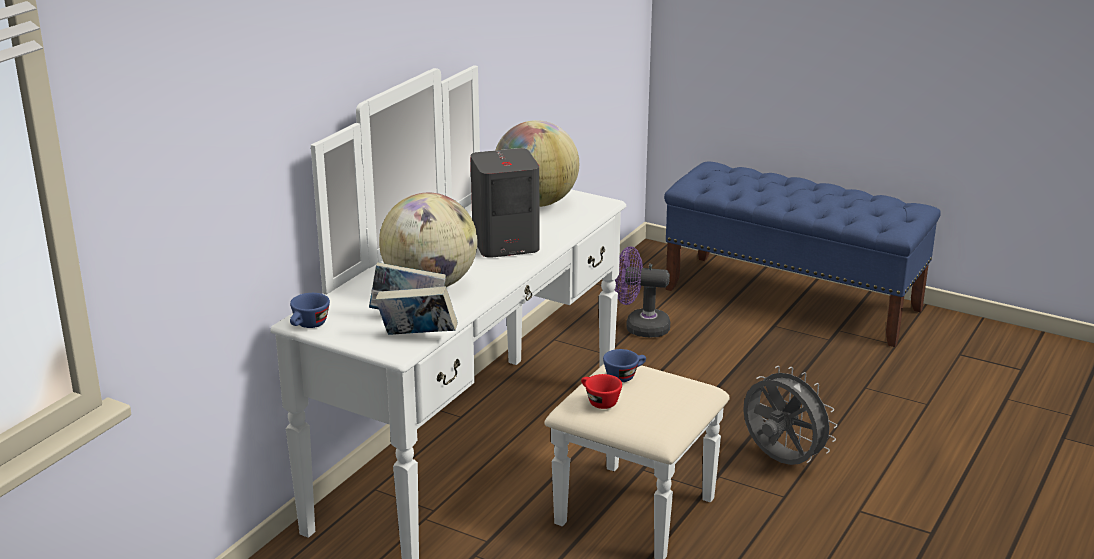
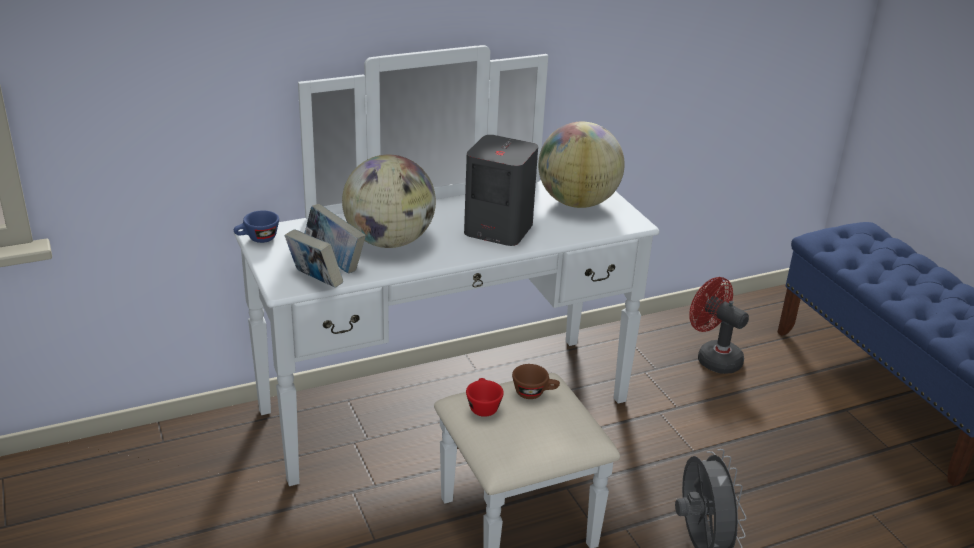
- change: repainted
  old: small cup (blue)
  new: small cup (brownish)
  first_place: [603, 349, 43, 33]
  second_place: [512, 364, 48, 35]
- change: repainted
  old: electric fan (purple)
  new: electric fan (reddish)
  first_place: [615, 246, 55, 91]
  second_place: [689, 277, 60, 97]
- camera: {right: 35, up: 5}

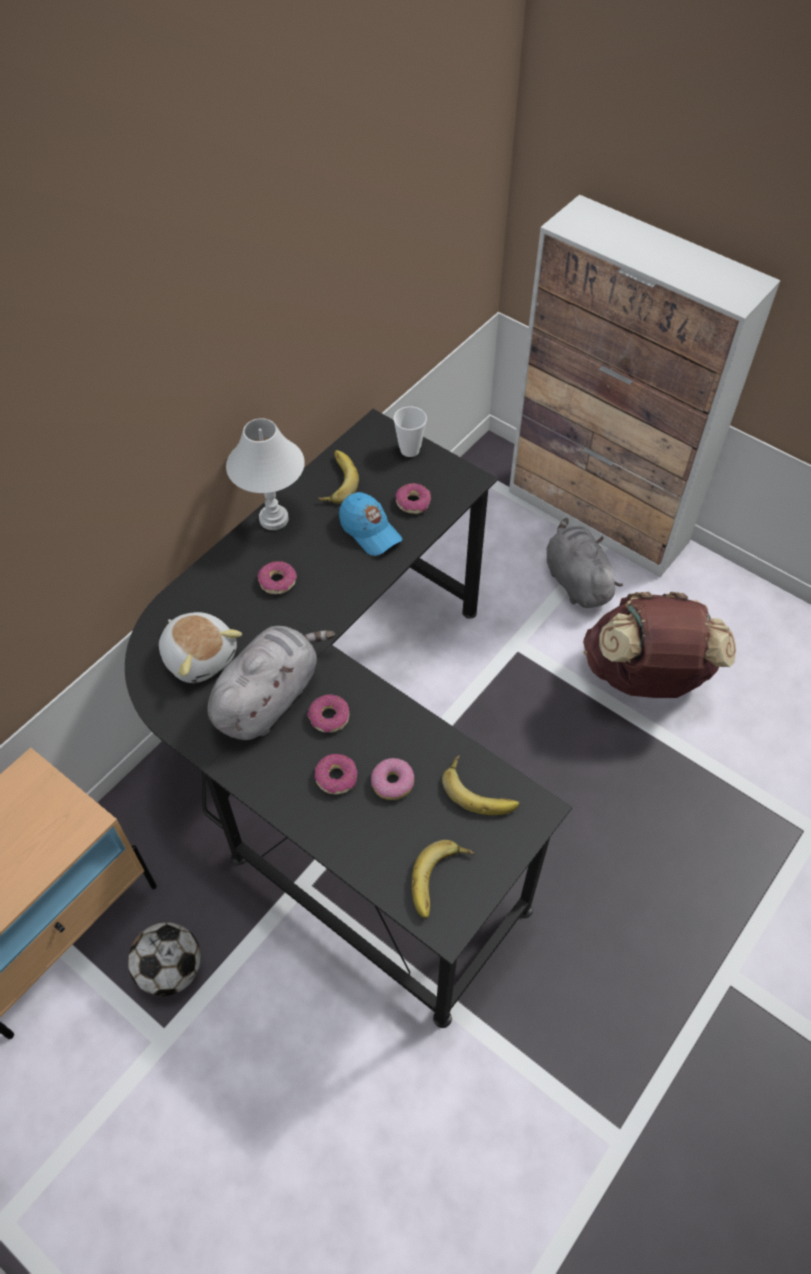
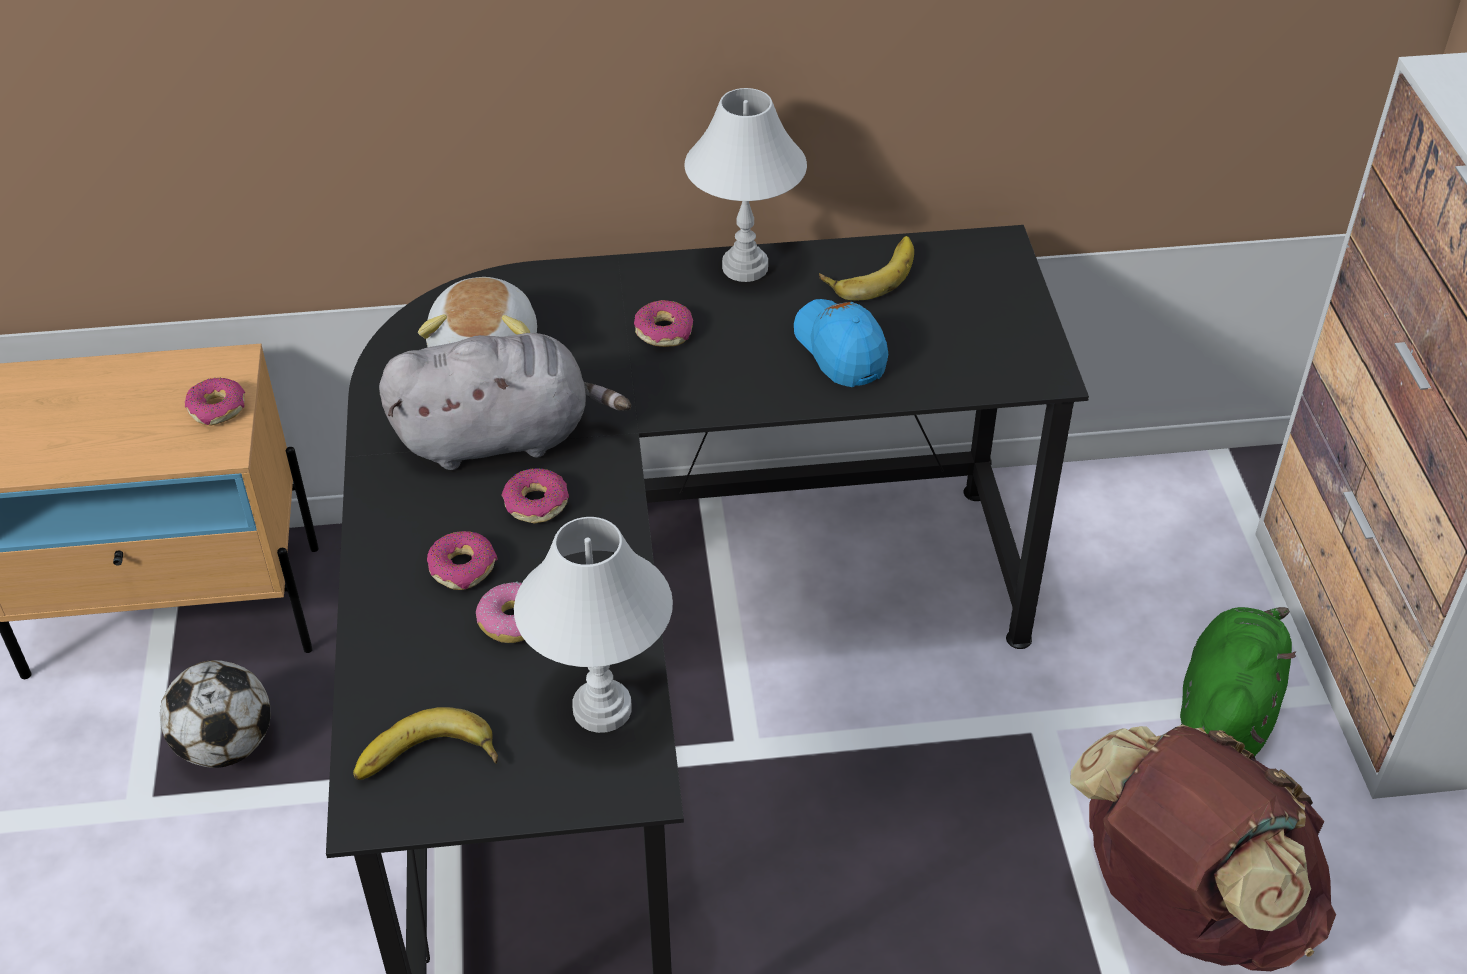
- change: gone
  old: small cup
  first_place: [393, 406, 34, 51]
- change: shifted
  old: donut
  first_place: [396, 483, 35, 31]
  second_place: [185, 378, 60, 47]
- change: swapped
  old: banana
  new: tabletop lamp (whitish)
  first_place: [442, 755, 78, 60]
  second_place: [514, 517, 159, 216]
- change: repainted
  old: cuddly toy (gray)
  new: cuddly toy (green)
  first_place: [546, 518, 77, 90]
  second_place: [1180, 607, 116, 149]
- change: rotated
  old: cap (blue)
  first_place: [339, 492, 63, 64]
  second_place: [794, 299, 94, 88]
  degrees: 150
- camera: {right: 45, up: -10}

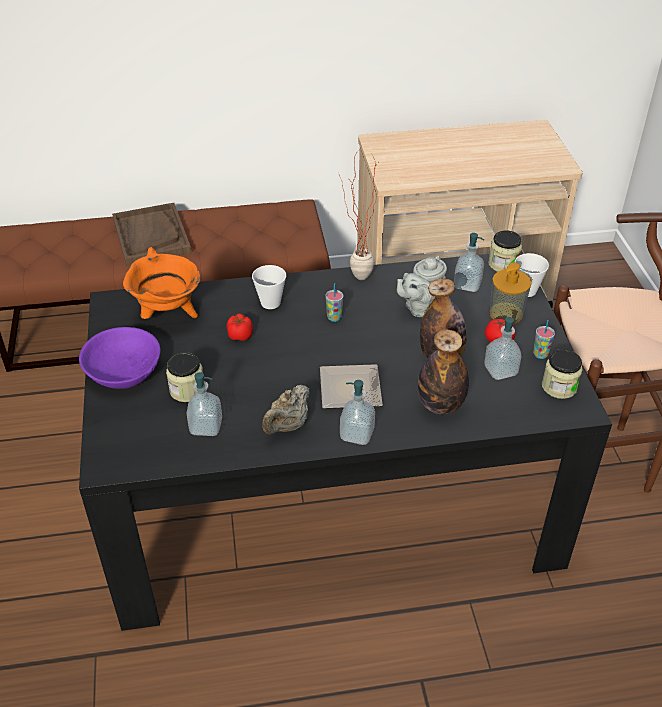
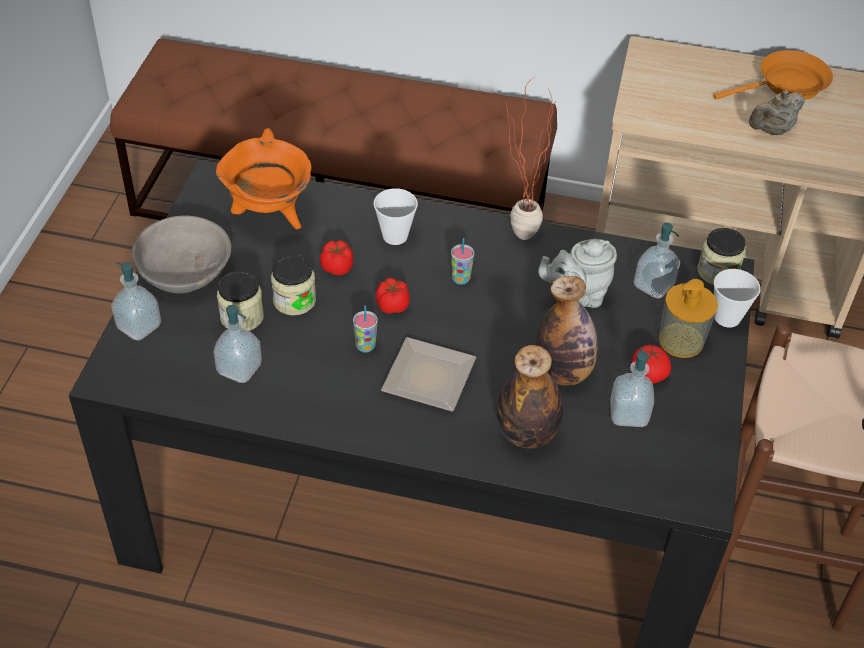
- change: gone
  old: serving tray (brownish)
  first_place: [112, 203, 79, 63]
- change: new
  new: tomato
  second_place: [376, 278, 34, 36]
- change: new
  new: pan (orange)
  second_place: [714, 50, 119, 50]
- change: shifted
  old: teapot (beige-coloured)
  first_place: [262, 385, 48, 49]
  second_place: [749, 91, 56, 44]
- change: shifted
  old: liquid soap bottle
  first_place: [340, 380, 35, 65]
  second_place: [111, 262, 50, 79]
- change: shifted
  old: small cup
  first_place: [533, 320, 22, 39]
  second_place: [353, 305, 25, 48]
- change: shifted
  old: jar
  first_place: [542, 349, 40, 50]
  second_place: [271, 255, 45, 60]
- change: repainted
  old: bowl (purple)
  new: bowl (gray)
  first_place: [79, 327, 81, 62]
  second_place: [131, 216, 100, 78]
- camera: {right: 20, up: 5}

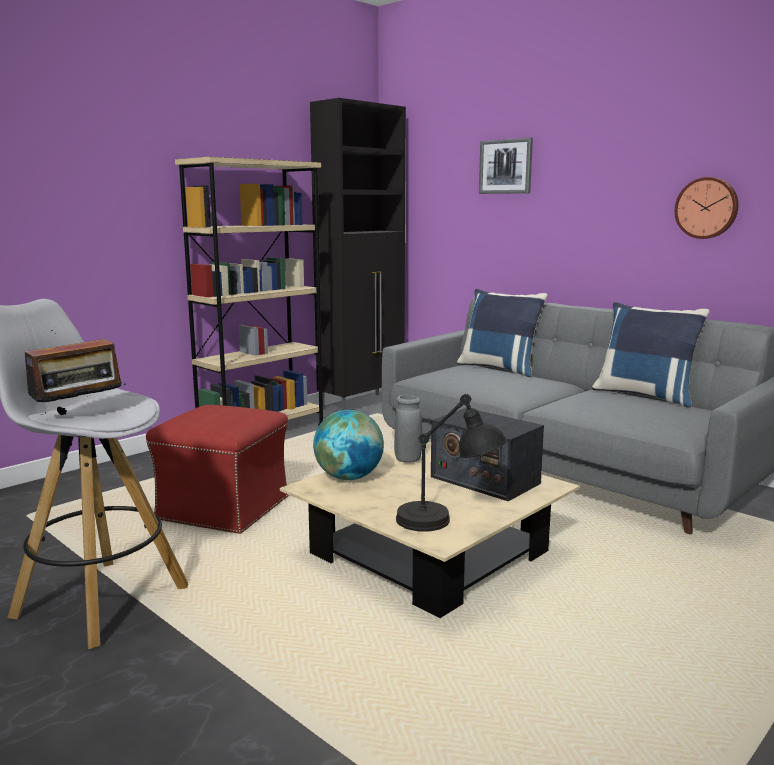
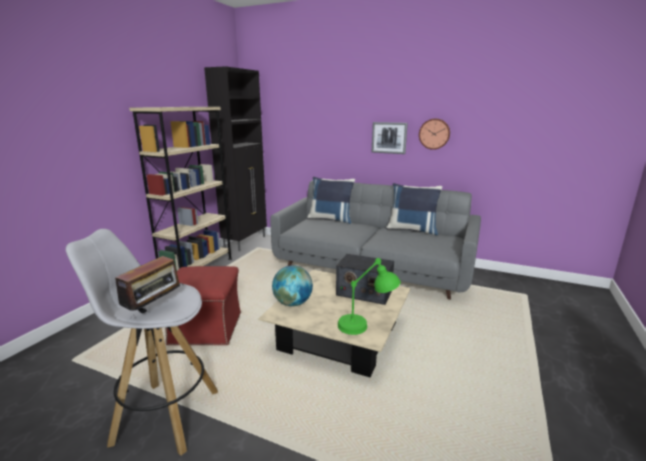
- change: gone
  old: flower vase (gray)
  first_place: [394, 395, 28, 68]
- change: shifted
  old: wall art
  first_place: [479, 138, 54, 56]
  second_place: [372, 122, 36, 32]
- change: repainted
  old: tabletop lamp (blackish)
  new: tabletop lamp (green)
  first_place: [396, 394, 111, 138]
  second_place: [338, 258, 63, 77]
- camera: {right: -20, up: 5}

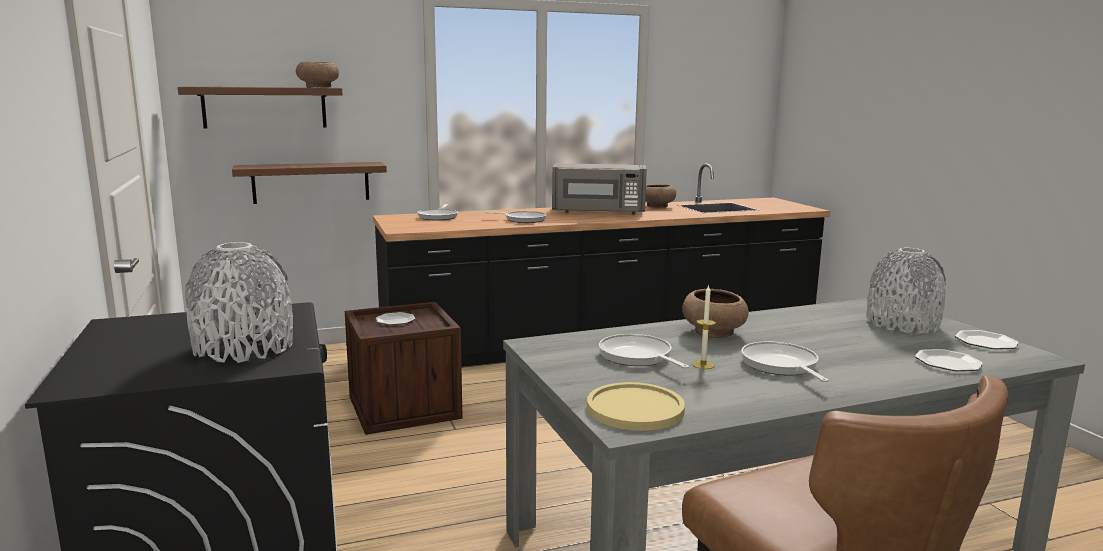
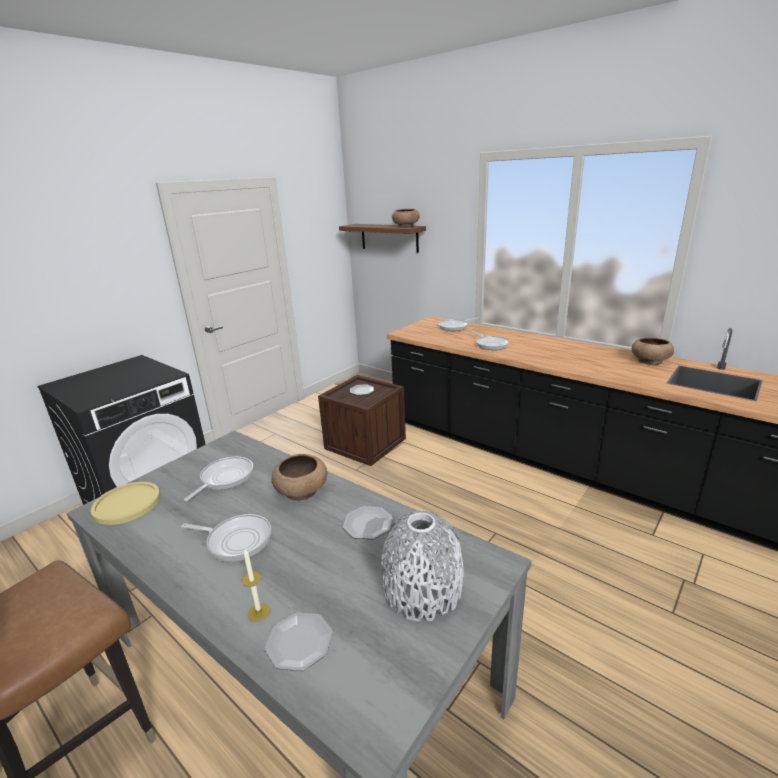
- change: gone
  old: flower vase (gray)
  first_place: [185, 242, 108, 121]
- change: gone
  old: bracket shelf (brownish)
  first_place: [232, 162, 155, 42]
- change: gone
  old: microwave (gray)
  first_place: [552, 163, 95, 52]
- change: shifted
  old: wax candle
  first_place: [692, 284, 24, 85]
  second_place: [242, 549, 28, 73]
- change: shifted
  old: flat dish
  first_place: [955, 330, 64, 19]
  second_place: [343, 506, 50, 34]
- change: rotated
  old: pan
  first_place: [741, 342, 88, 40]
  second_place: [181, 514, 90, 48]
  degrees: 60
- camera: {right: 60, up: 10}

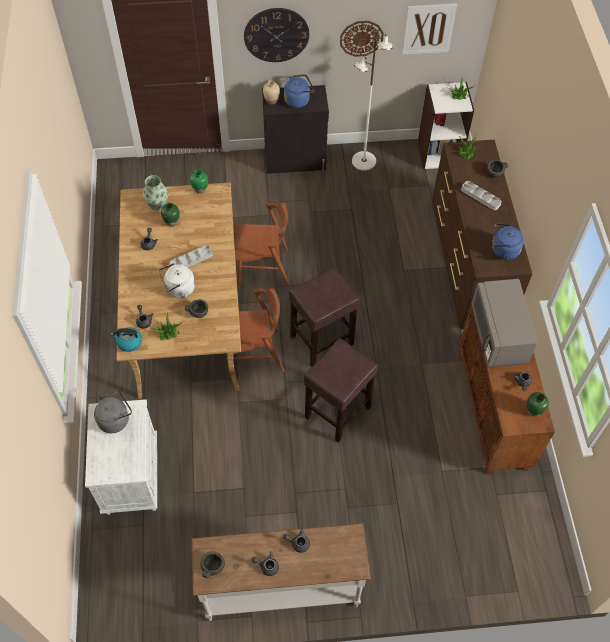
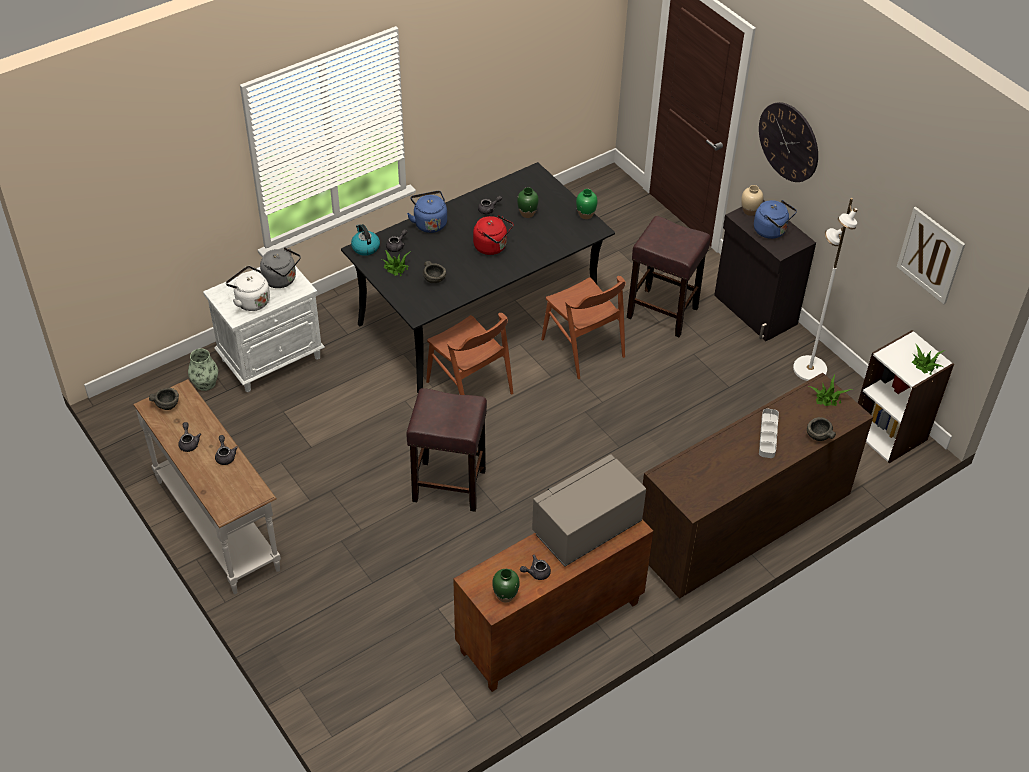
- change: gone
  old: clock on the wall
  first_place: [340, 21, 44, 36]
- change: shifted
  old: flower vase
  first_place: [143, 175, 25, 35]
  second_place: [188, 348, 30, 43]
- change: shifted
  old: kettle (whitish)
  first_place: [159, 263, 36, 35]
  second_place: [226, 266, 44, 45]
- change: shifted
  old: stool (brownish)
  first_place: [289, 267, 71, 99]
  second_place: [627, 216, 84, 121]
- change: shifted
  old: kettle (blue)
  first_place: [492, 223, 32, 37]
  second_place: [407, 191, 40, 42]
- change: swapped
  old: serving tray (gray)
  new: kettle (reddish)
  first_place: [170, 245, 43, 22]
  second_place: [473, 215, 41, 40]
- change: repainted
  old: dining table (beige-coloured)
  new: dining table (blackish)
  first_place: [116, 183, 125, 216]
  second_place: [341, 162, 274, 231]
- camera: {right: 60, up: -10}

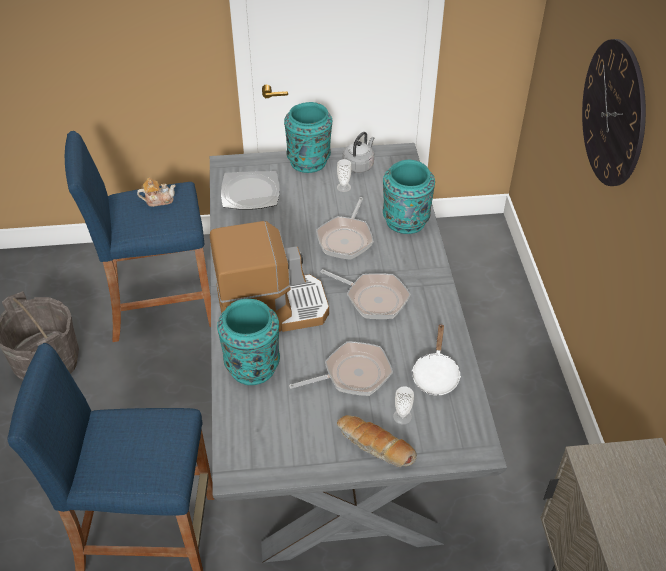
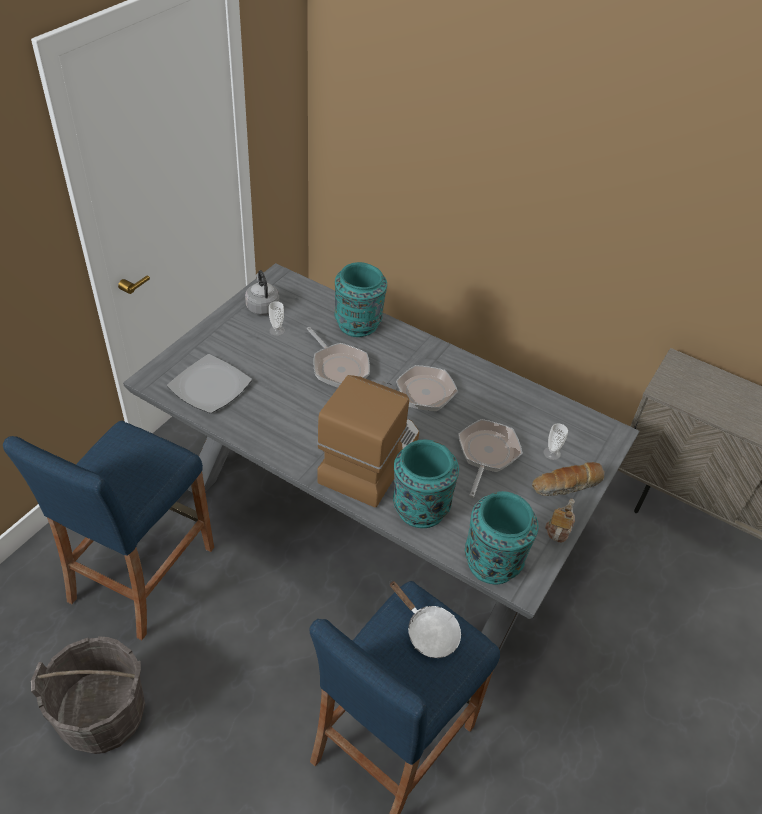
- change: gone
  old: clock on the wall
  first_place: [582, 39, 64, 147]
- change: shifted
  old: teapot
  first_place: [137, 178, 39, 29]
  second_place: [545, 499, 30, 44]
- change: shifted
  old: flower vase (turquoise-coloured)
  first_place: [284, 102, 48, 71]
  second_place: [465, 491, 73, 94]
- change: shifted
  old: pan (whitish)
  first_place: [411, 323, 50, 73]
  second_place: [390, 581, 71, 77]
- camera: {right: -55, up: 0}

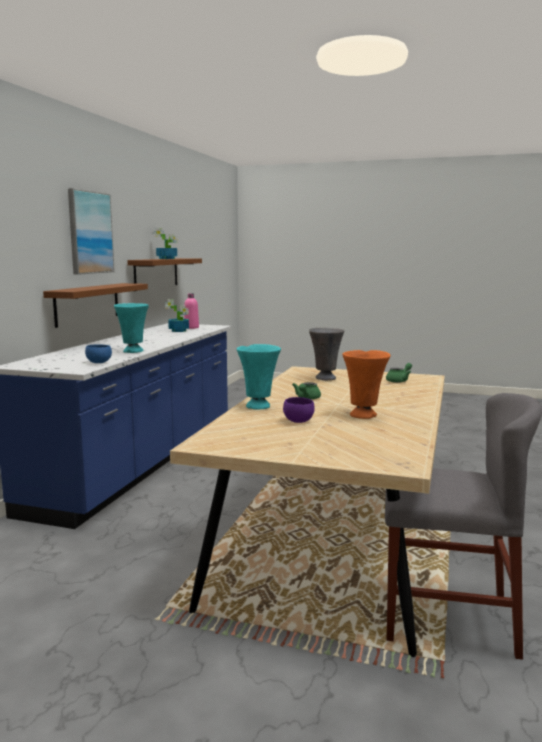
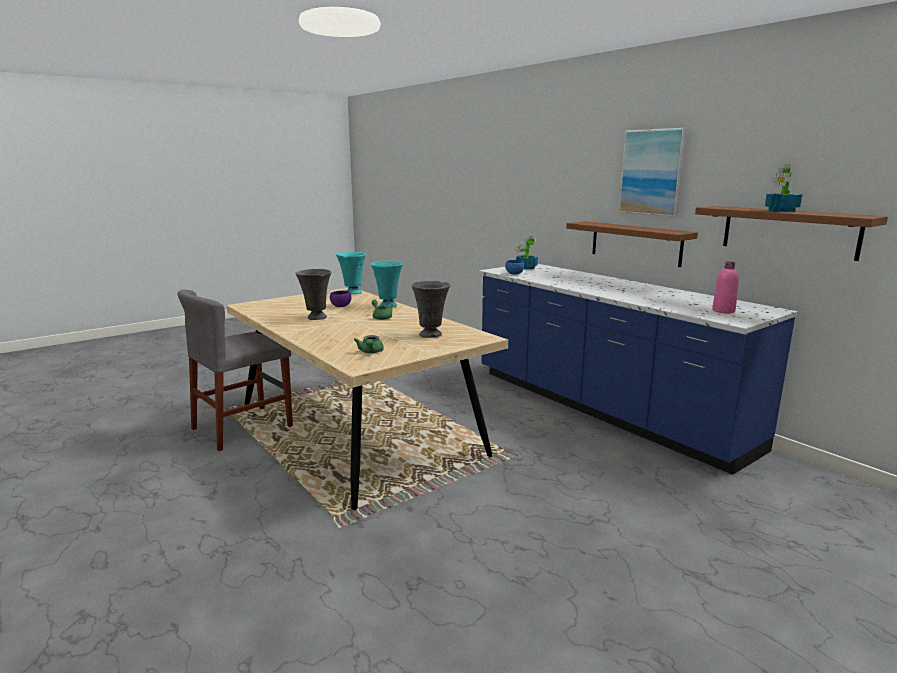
- change: shifted
  old: flower vase (turquoise-coloured)
  first_place: [114, 303, 35, 50]
  second_place: [336, 252, 30, 42]
- change: shifted
  old: houseplant
  first_place: [165, 299, 24, 33]
  second_place: [515, 236, 23, 33]
- change: repainted
  old: flower vase (orange)
  new: flower vase (gray)
  first_place: [342, 350, 49, 69]
  second_place: [295, 269, 36, 51]
- camera: {right: 125, up: 5}

